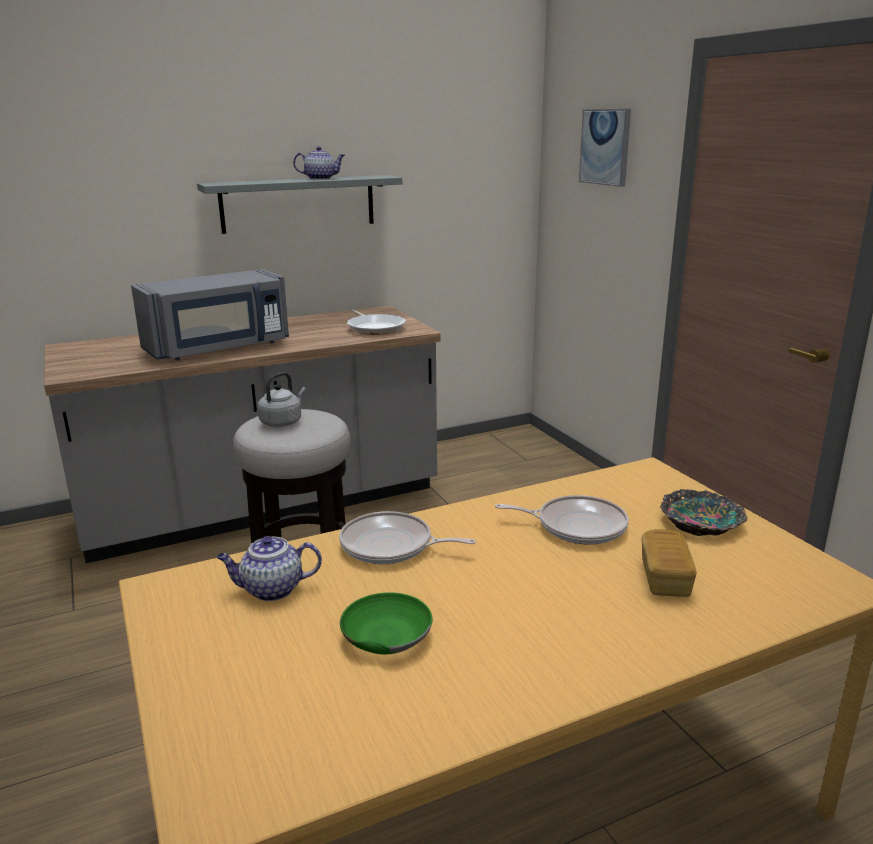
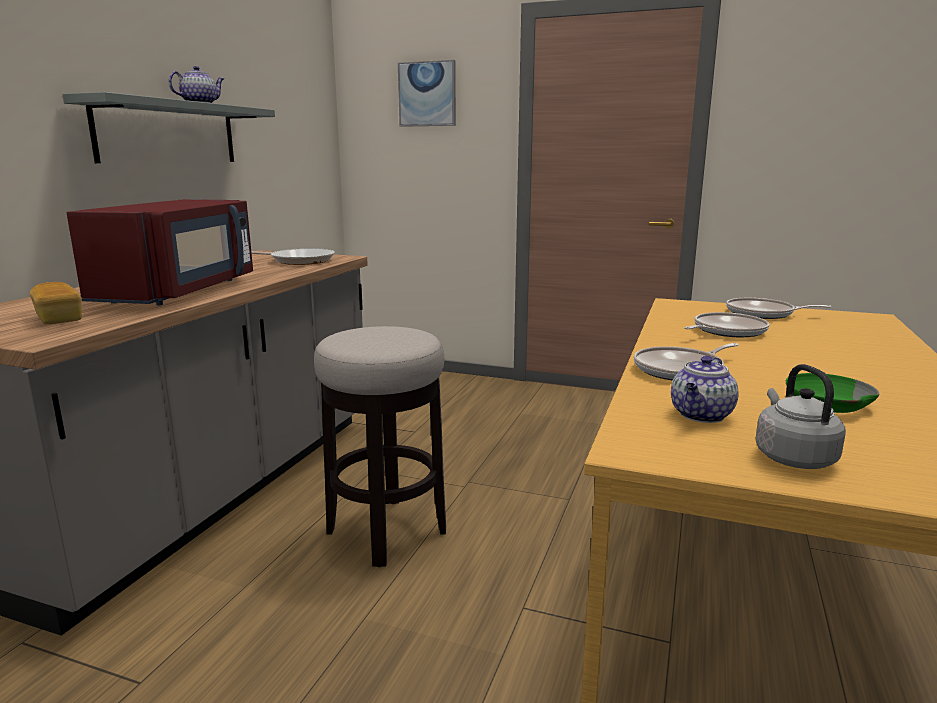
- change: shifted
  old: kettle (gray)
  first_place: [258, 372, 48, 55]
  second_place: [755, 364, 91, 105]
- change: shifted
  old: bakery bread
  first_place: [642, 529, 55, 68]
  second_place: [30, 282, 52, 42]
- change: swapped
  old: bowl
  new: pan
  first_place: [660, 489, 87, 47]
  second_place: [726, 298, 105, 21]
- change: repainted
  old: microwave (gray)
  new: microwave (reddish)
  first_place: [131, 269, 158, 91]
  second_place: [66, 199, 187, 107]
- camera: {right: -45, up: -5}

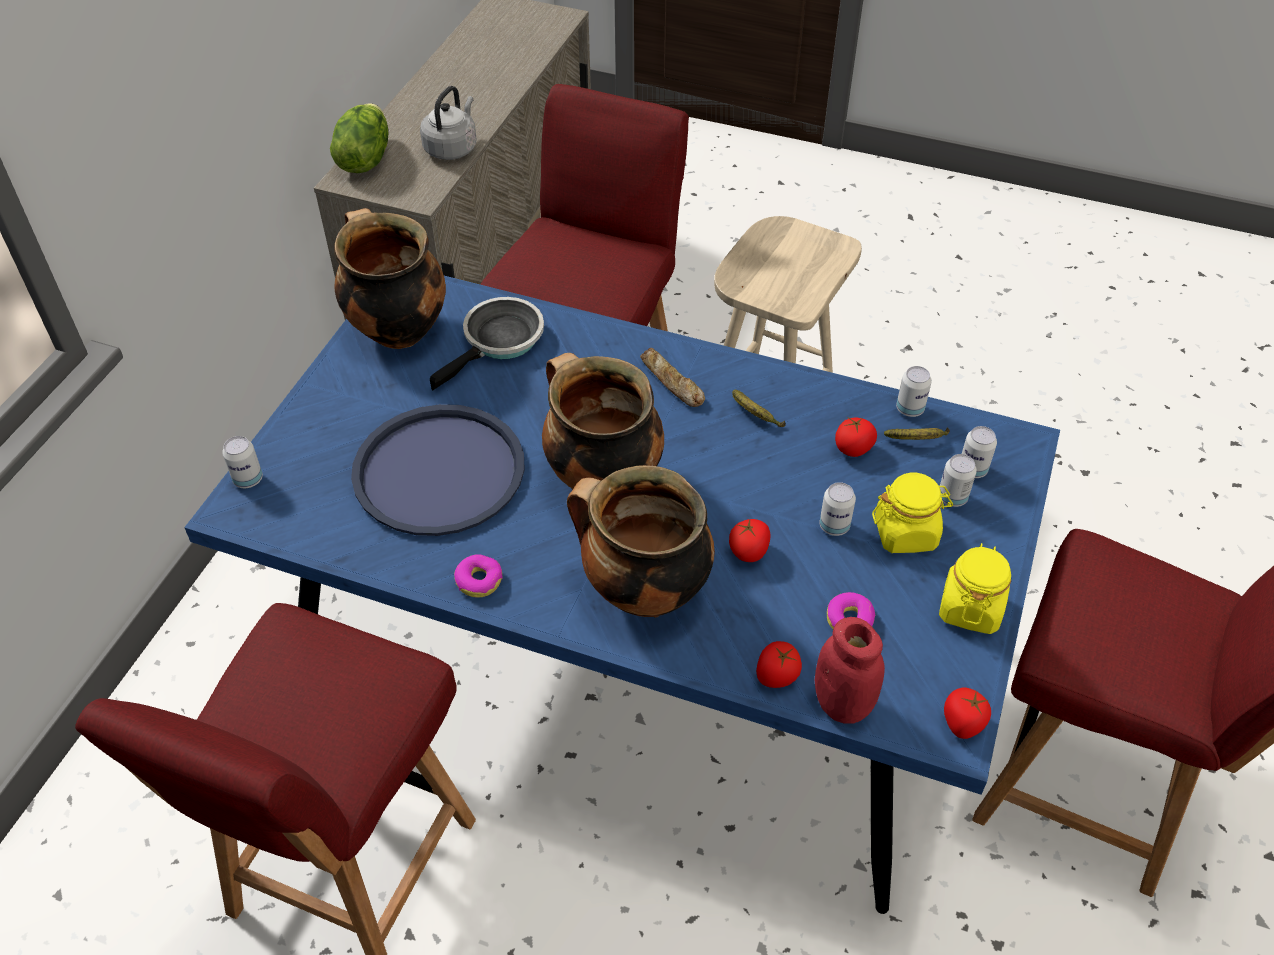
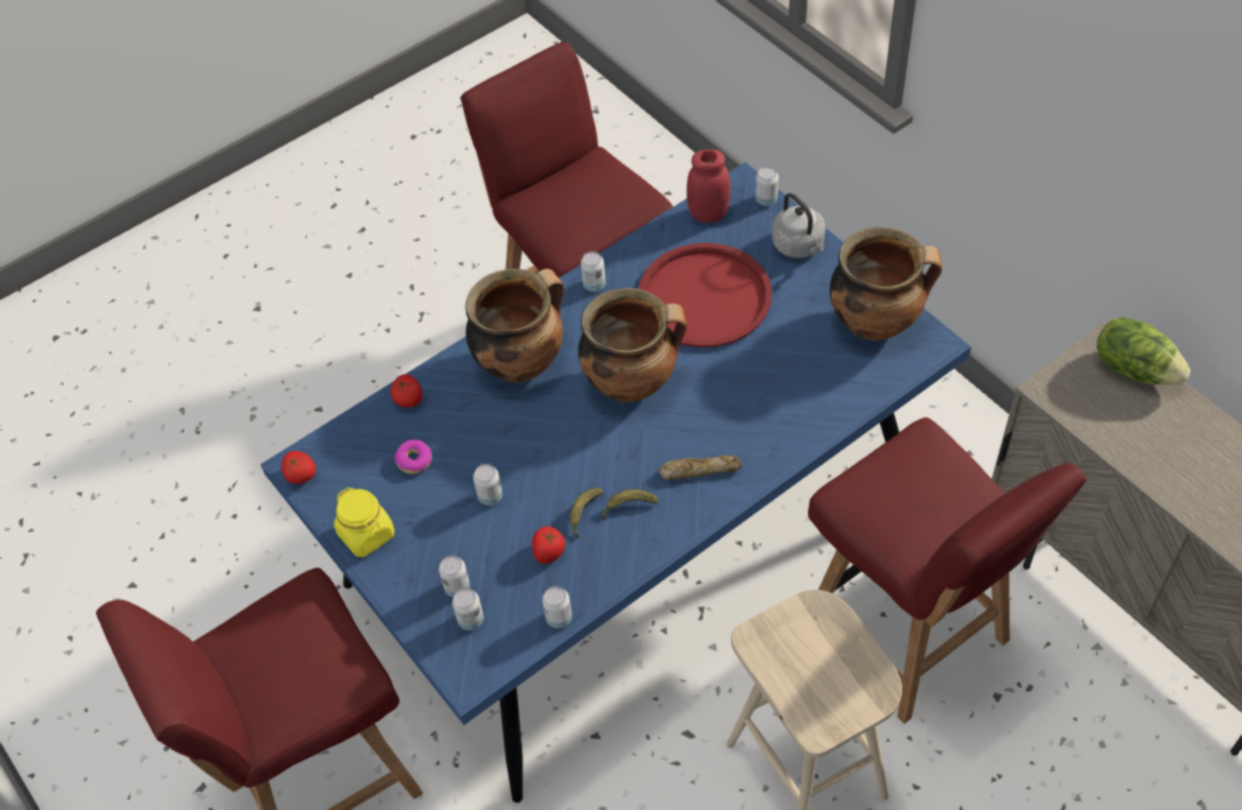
- change: gone
  old: pan
  first_place: [430, 297, 114, 93]
- change: gone
  old: tomato
  first_place: [729, 519, 42, 43]
- change: gone
  old: jar (yellow-coloured)
  first_place: [872, 473, 81, 80]
- change: shifted
  old: kettle (gray)
  first_place: [420, 86, 56, 74]
  second_place: [772, 193, 54, 65]
- change: shifted
  old: jar (reddish)
  first_place: [815, 617, 70, 107]
  second_place: [687, 149, 44, 74]
- change: shifted
  old: banana
  first_place: [884, 427, 66, 13]
  second_place: [570, 488, 34, 50]
- change: swapped
  old: donut
  new: can
  first_place: [454, 554, 49, 44]
  second_place: [581, 251, 25, 40]
- change: repainted
  old: serving tray (blue)
  new: serving tray (reddish)
  first_place: [351, 404, 174, 132]
  second_place: [639, 243, 133, 105]
- camera: {right: 125, up: 5}

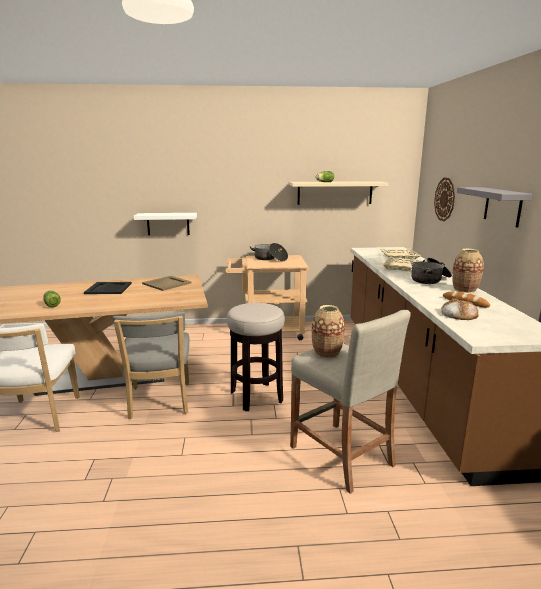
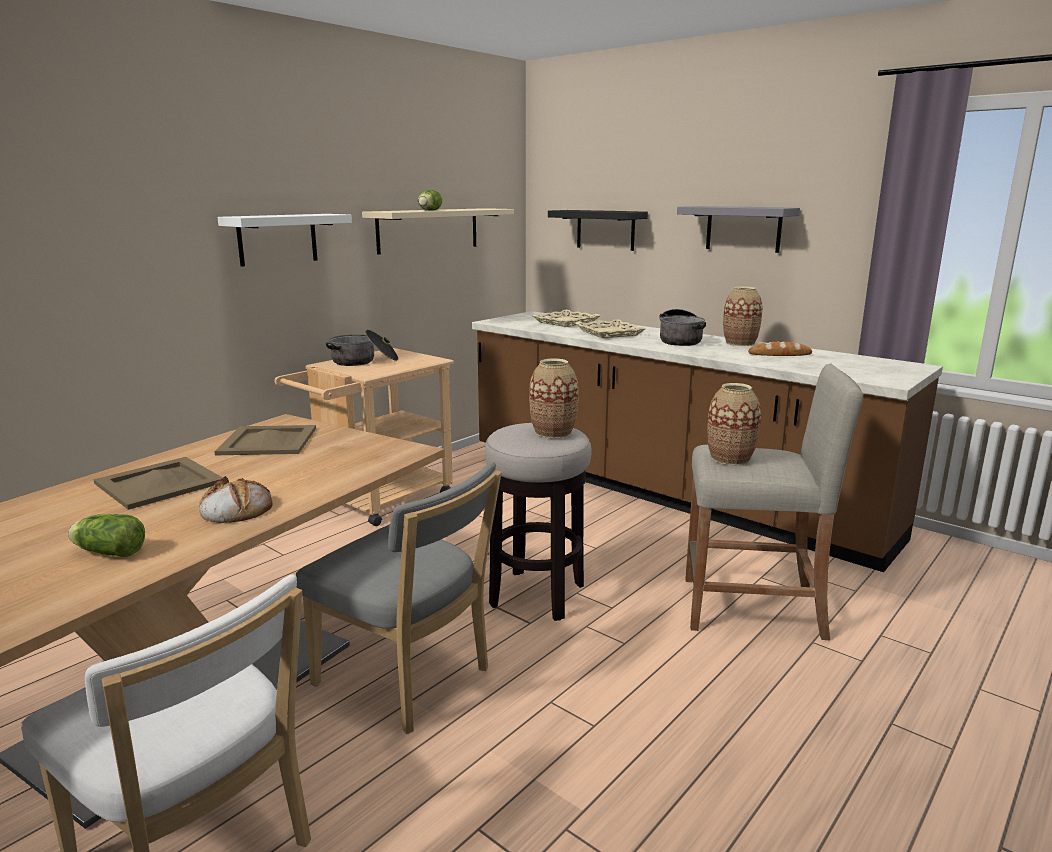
- change: new
  new: flower vase
  second_place: [529, 358, 50, 80]
- change: shifted
  old: bracket shelf (whitish)
  first_place: [133, 213, 64, 23]
  second_place: [217, 214, 135, 53]
- change: shifted
  old: bakery bread
  first_place: [441, 297, 37, 23]
  second_place: [199, 476, 74, 47]
- change: swapped
  old: clock on the wall
  new: bracket shelf (blackish)
  first_place: [434, 178, 21, 43]
  second_place: [548, 210, 100, 41]
- change: repainted
  old: serving tray (blackish)
  new: serving tray (beige-coloured)
  first_place: [84, 282, 48, 12]
  second_place: [93, 457, 130, 53]
- camera: {right: -45, up: 0}

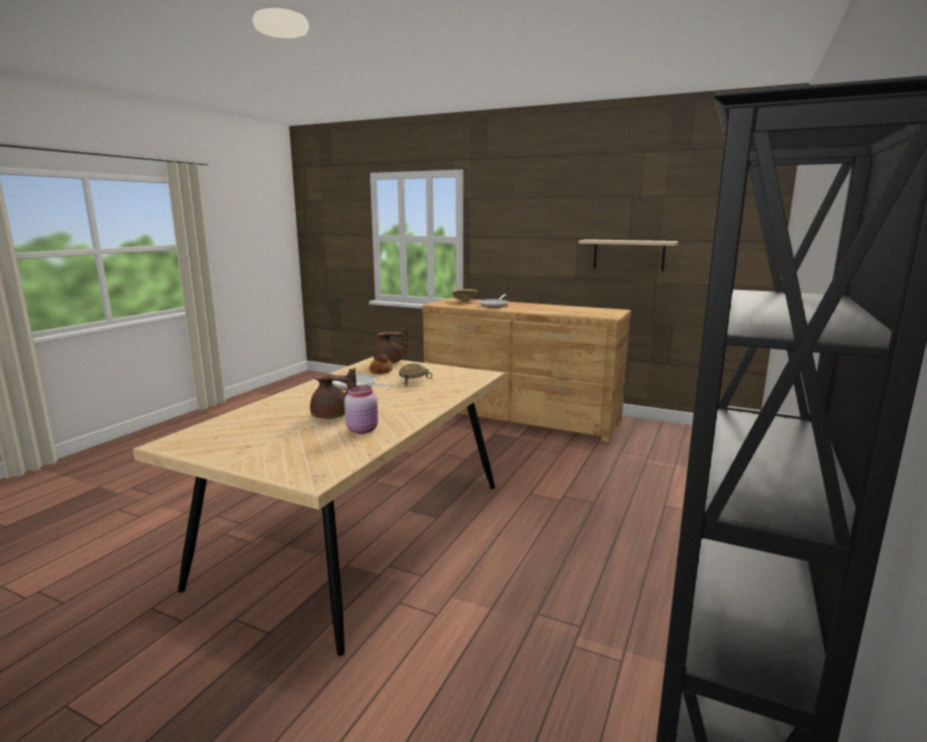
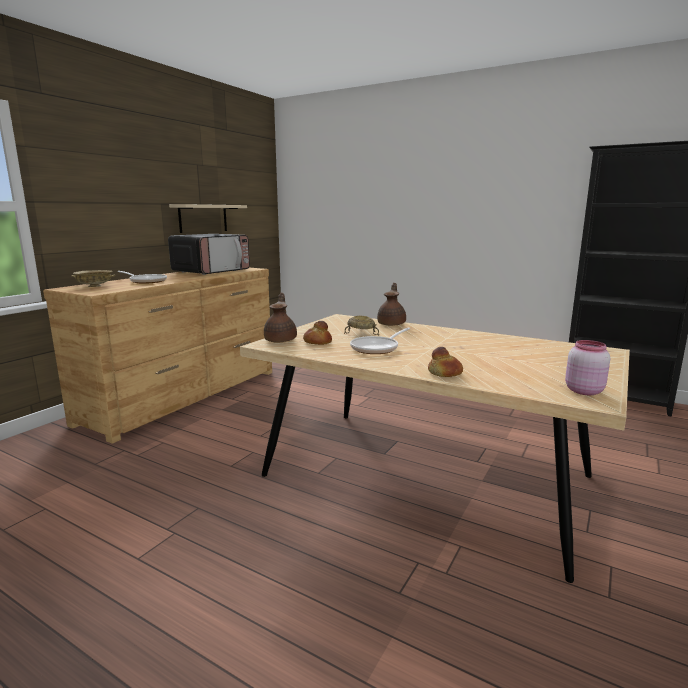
- change: new
  new: microwave
  second_place: [168, 234, 82, 41]
- change: new
  new: bakery bread
  second_place: [428, 347, 35, 30]
- change: shifted
  old: teapot (brownish)
  first_place: [310, 368, 47, 51]
  second_place: [377, 283, 29, 43]
- change: shifted
  old: jar (pink)
  first_place: [344, 386, 34, 48]
  second_place: [565, 340, 45, 55]
- camera: {right: -85, up: 0}

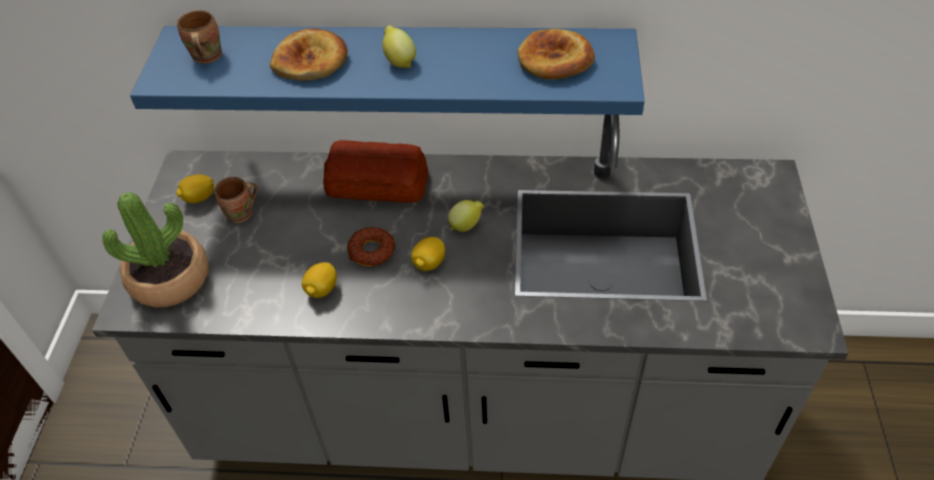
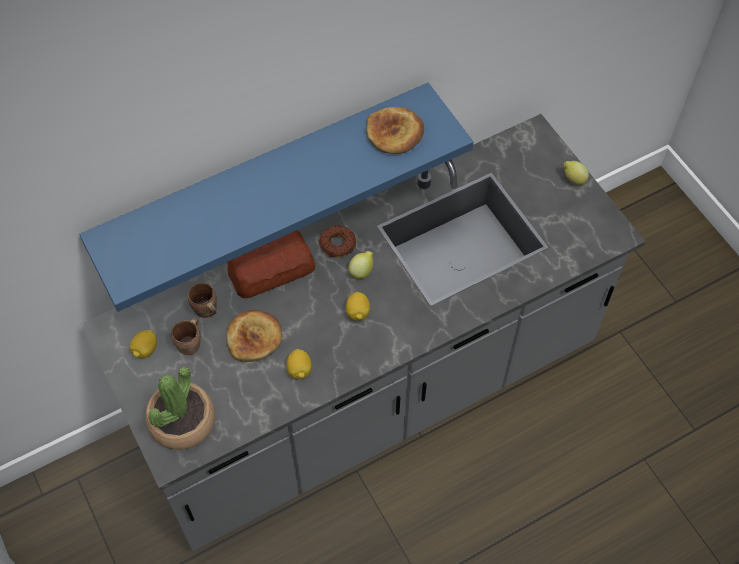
- change: shifted
  old: mug (brownish)
  first_place: [177, 10, 45, 54]
  second_place: [187, 283, 30, 35]
- change: shifted
  old: bakery bread
  first_place: [270, 28, 78, 53]
  second_place: [226, 310, 56, 52]
- change: shifted
  old: donut
  first_place: [347, 227, 48, 39]
  second_place: [319, 225, 37, 32]
- change: shifted
  old: whole lemon
  first_place: [382, 25, 34, 43]
  second_place: [563, 161, 26, 24]
- camera: {right: -35, up: 10}

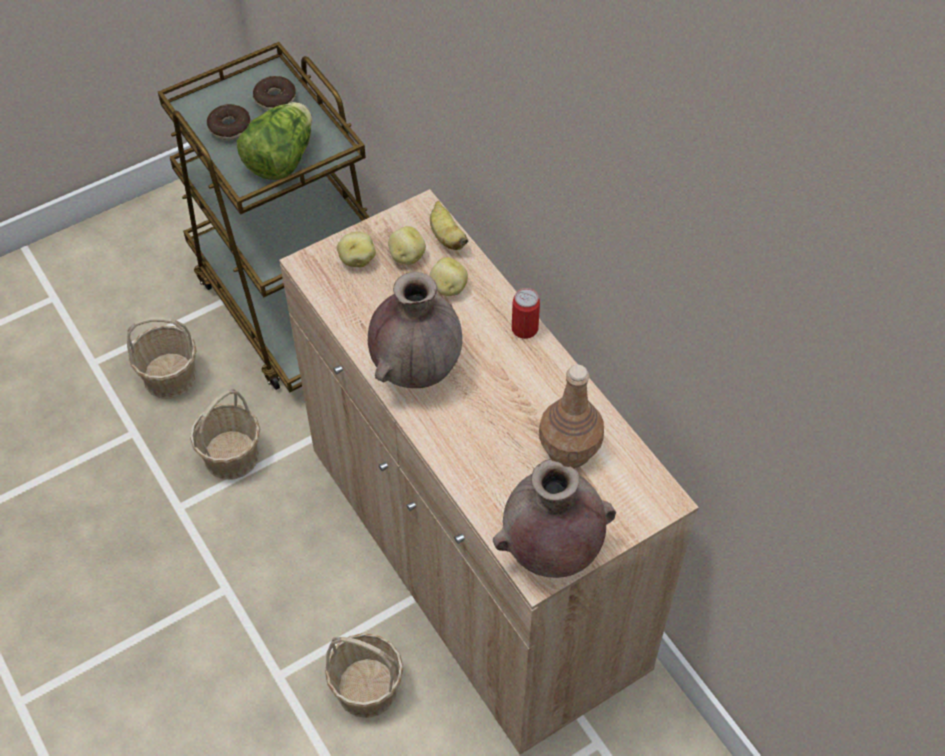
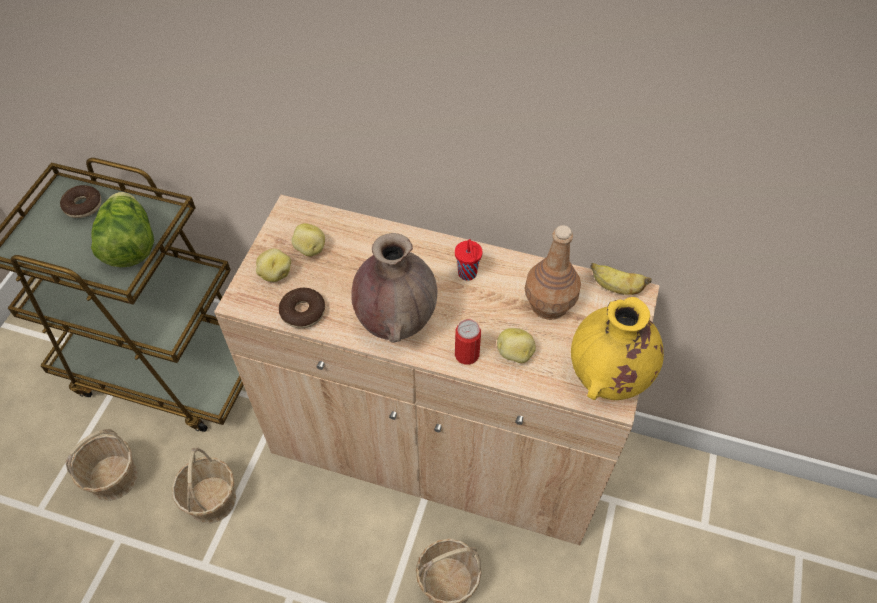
- change: new
  new: small cup (reddish)
  second_place: [455, 239, 28, 42]
- change: shifted
  old: donut
  first_place: [207, 104, 44, 36]
  second_place: [279, 288, 46, 40]
- change: shifted
  old: spud
  first_place: [429, 257, 39, 39]
  second_place: [497, 328, 39, 35]
- change: shifted
  old: banana
  first_place: [430, 201, 38, 49]
  second_place: [591, 263, 61, 32]
- change: shifted
  old: can
  first_place: [512, 288, 28, 51]
  second_place: [455, 319, 26, 46]
- change: repainted
  old: flower vase (brownish)
  new: flower vase (yellow-coloured)
  first_place: [493, 459, 123, 119]
  second_place: [571, 297, 93, 103]
- camera: {right: -40, up: 0}

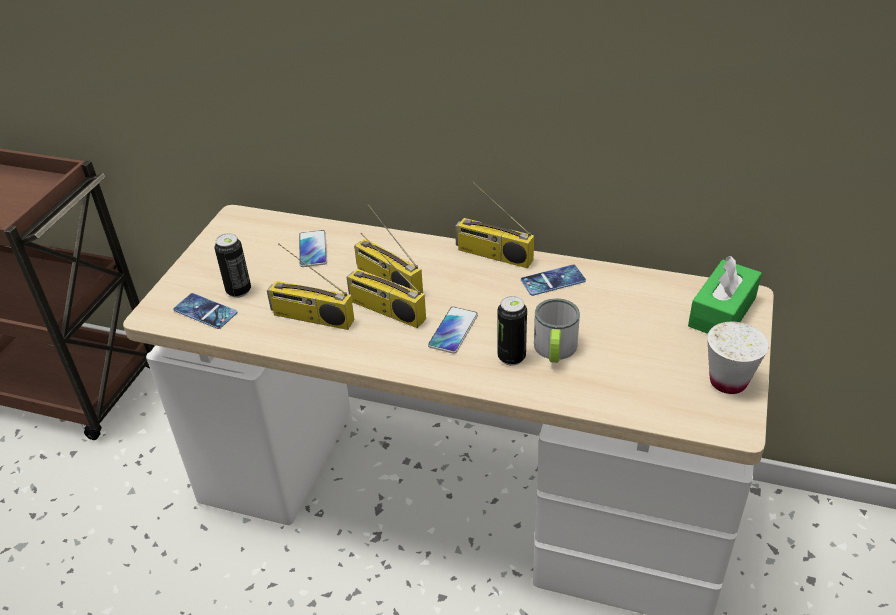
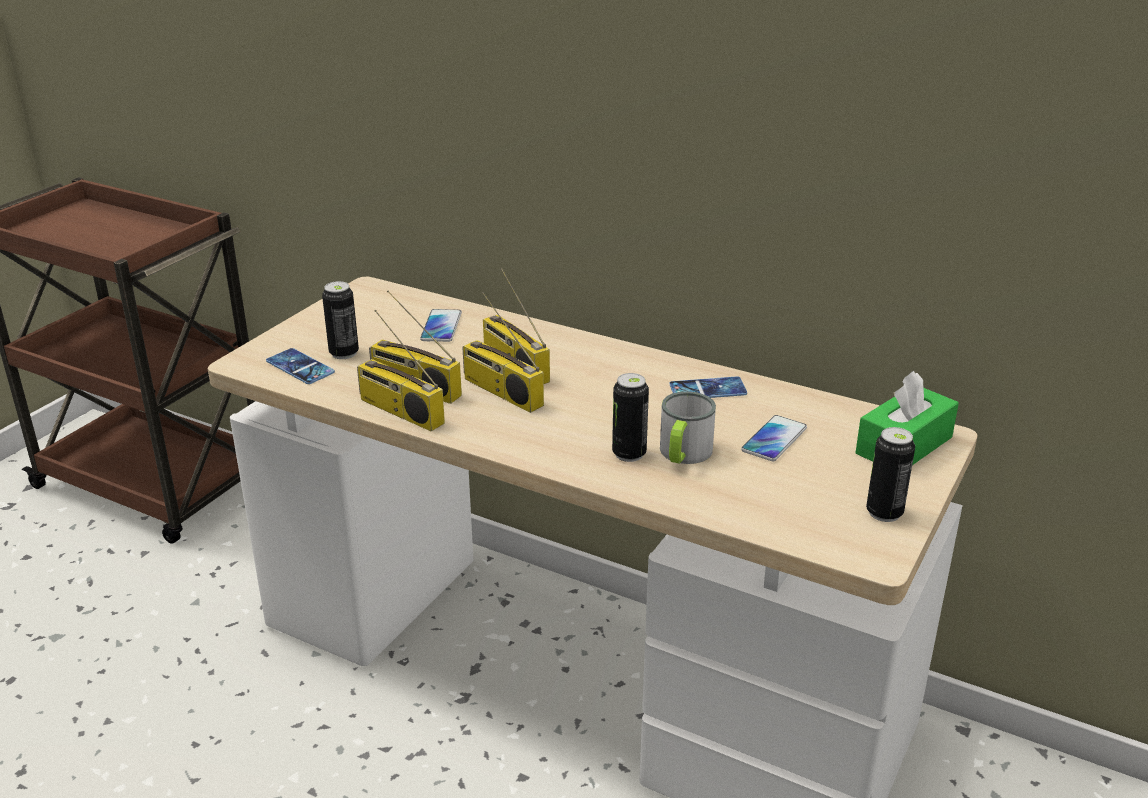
- change: shifted
  old: telephone
  first_place: [428, 306, 50, 48]
  second_place: [741, 415, 66, 46]
- change: shifted
  old: radio receiver
  first_place: [455, 182, 79, 86]
  second_place: [357, 310, 88, 121]
- change: swapped
  old: small cup (whitish)
  new: can
  first_place: [707, 322, 62, 72]
  second_place: [866, 427, 49, 95]
- camera: {right: 10, up: -10}

